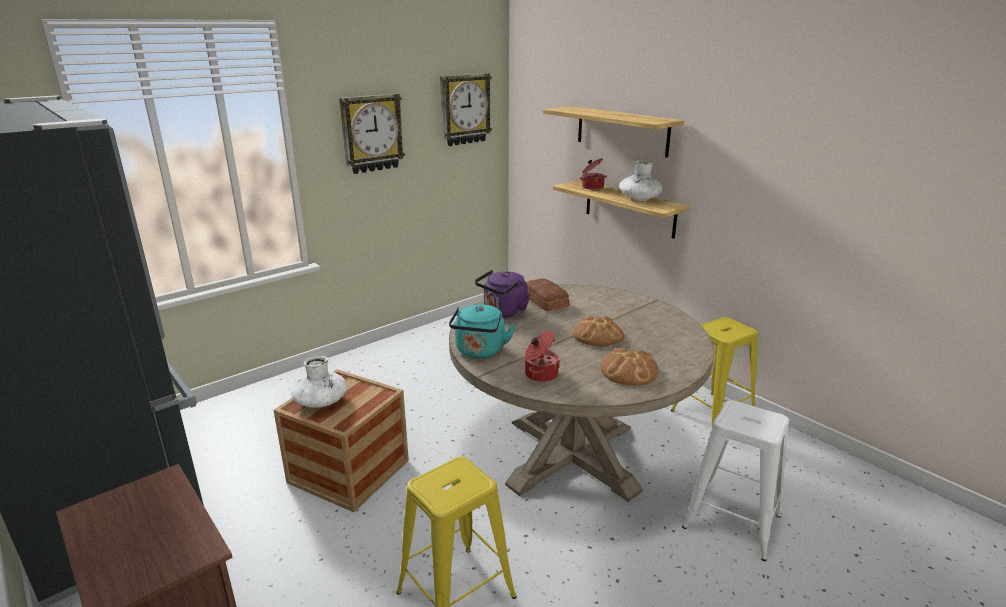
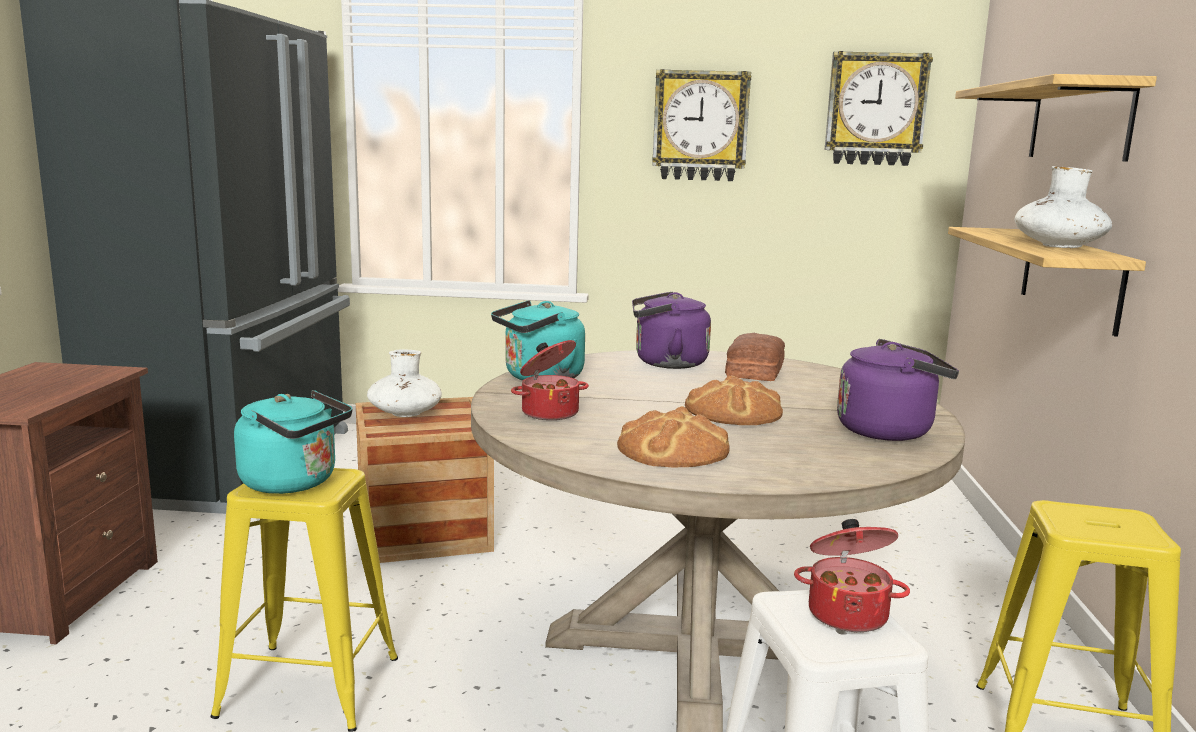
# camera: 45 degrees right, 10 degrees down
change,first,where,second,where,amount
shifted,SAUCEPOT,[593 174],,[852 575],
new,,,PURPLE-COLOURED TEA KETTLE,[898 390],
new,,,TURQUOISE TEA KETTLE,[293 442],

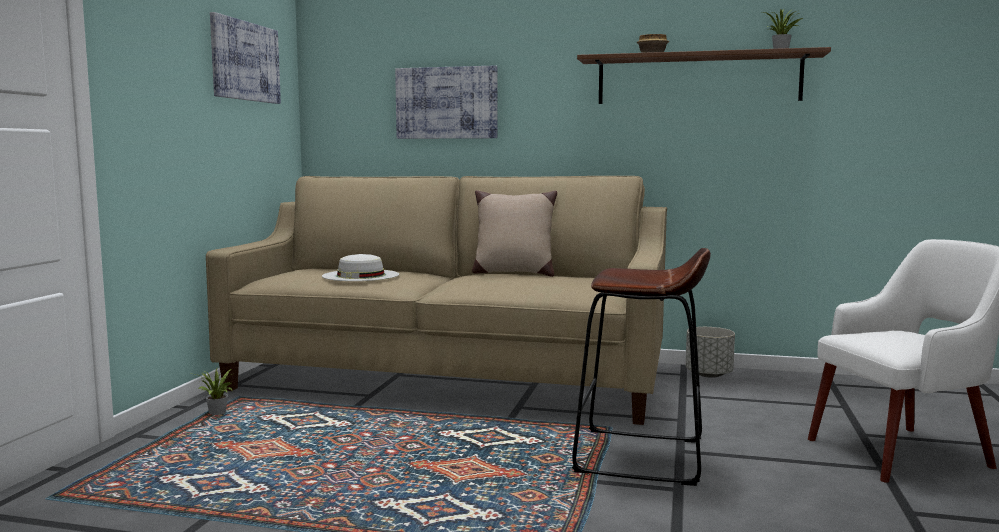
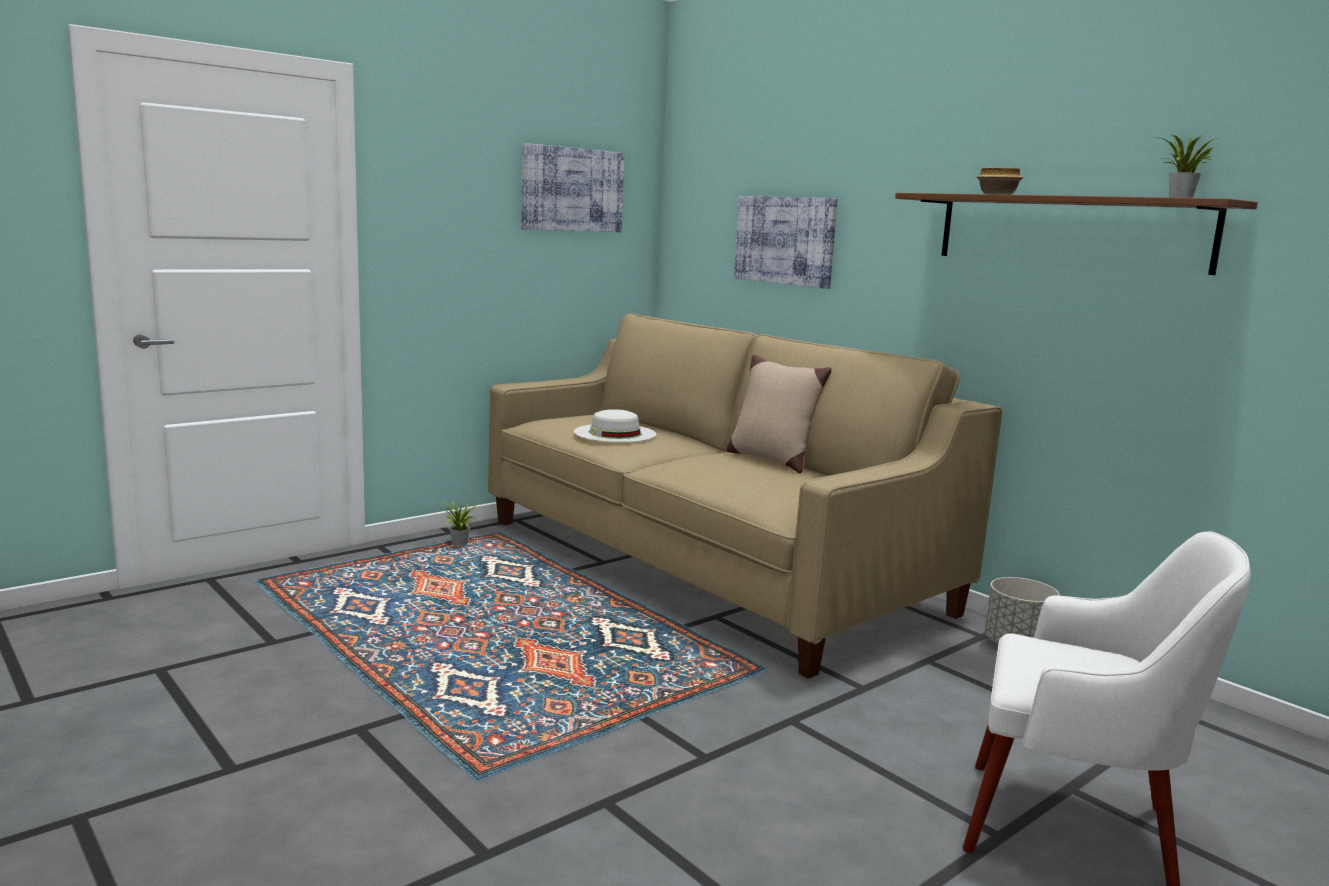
# camera: 35 degrees right, 5 degrees up
change,first,where,second,where,amount
gone,BROWNISH STOOL,[641 367],,,

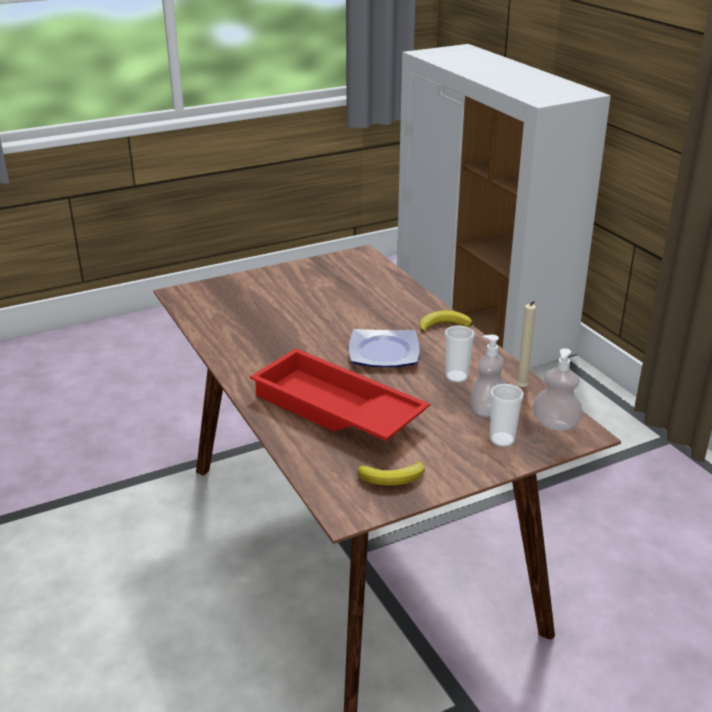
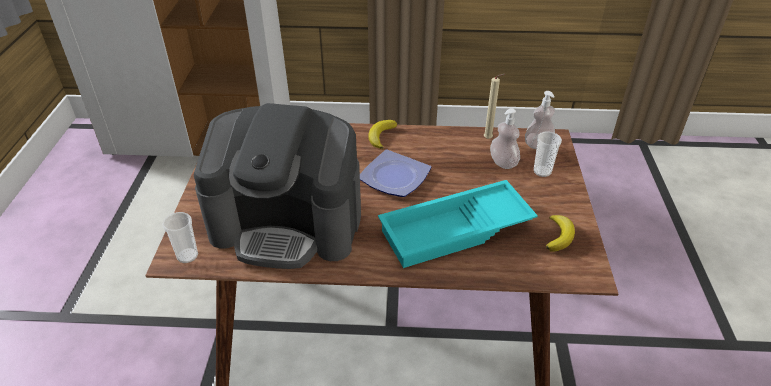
# camera: 60 degrees left, 10 degrees up
change,first,where,second,where,amount
shifted,CUP,[460 354],,[180 237],
repainted,RED TRAY,[340 395],TURQUOISE TRAY,[458 224],
new,,,COFFEE MACHINE,[277 186],

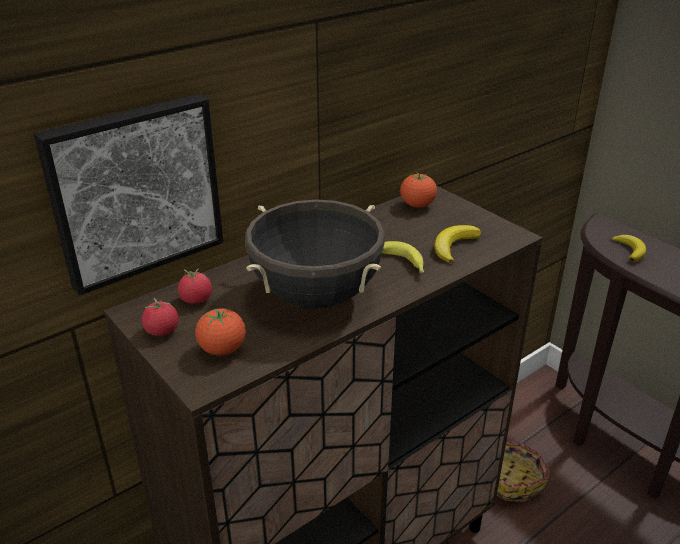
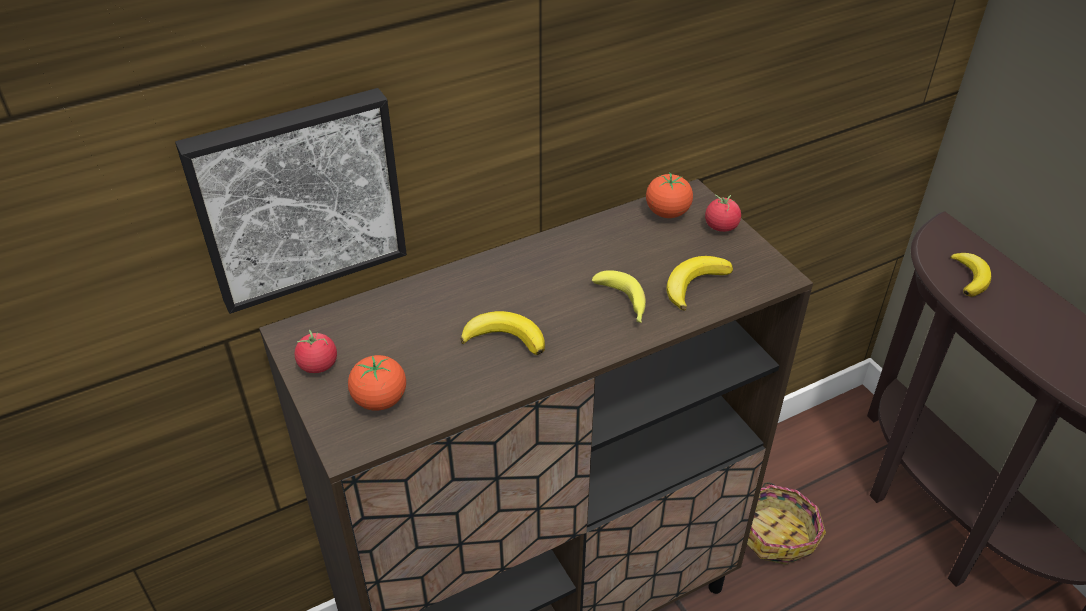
# camera: 10 degrees right, 10 degrees up
change,first,where,second,where,amount
swapped,BLACK SAUCEPOT,[315 254],BANANA FRUIT,[503 333],
shifted,WHOLE TOMATO,[195 286],,[723 213],

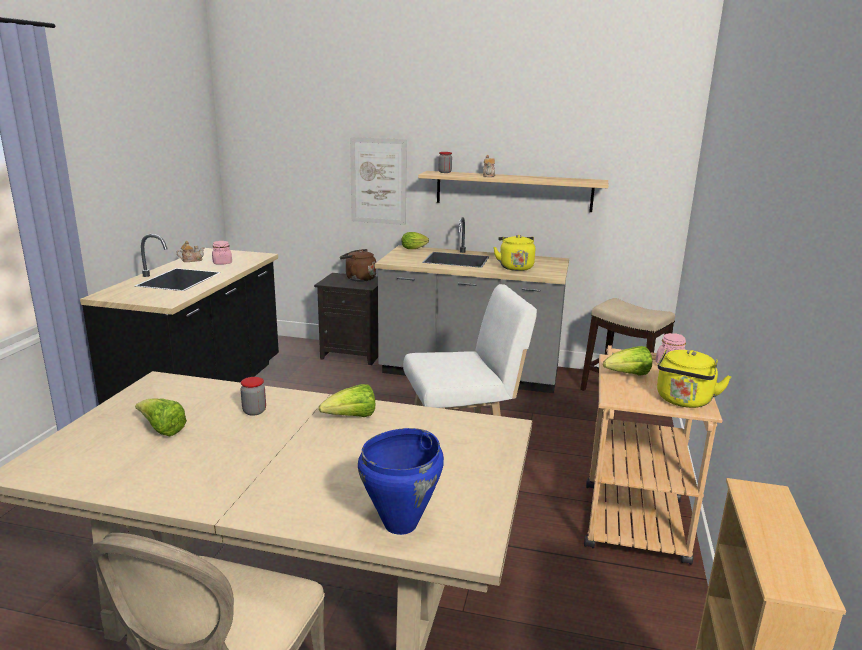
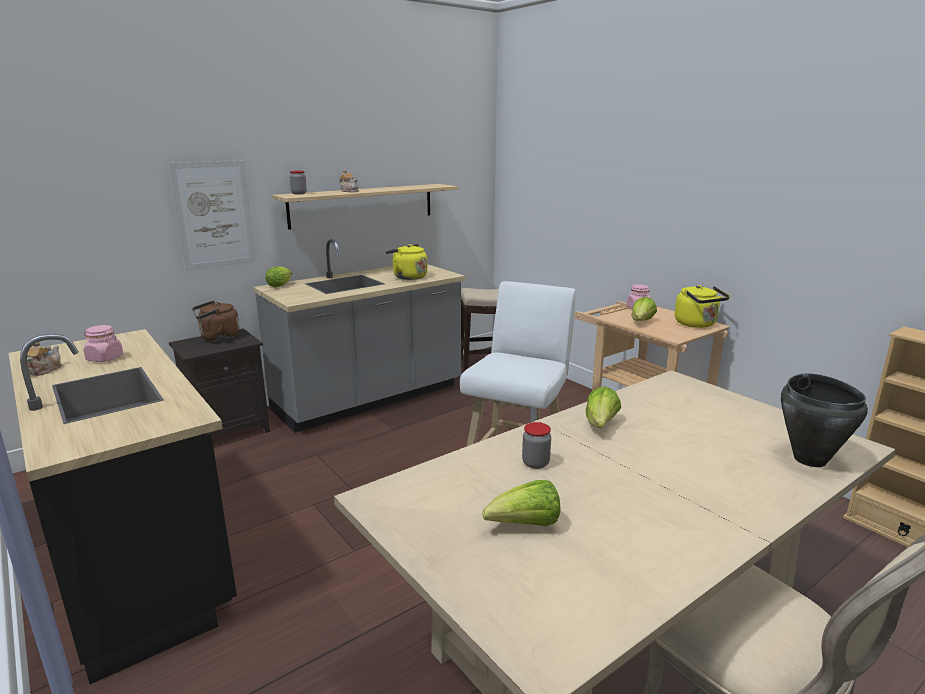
# camera: 50 degrees left, 0 degrees up
change,first,where,second,where,amount
repainted,BLUE SAUCEPOT,[401 481],BLACK SAUCEPOT,[824 420],

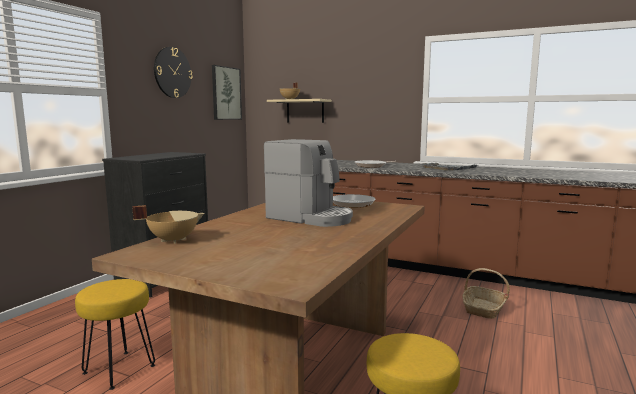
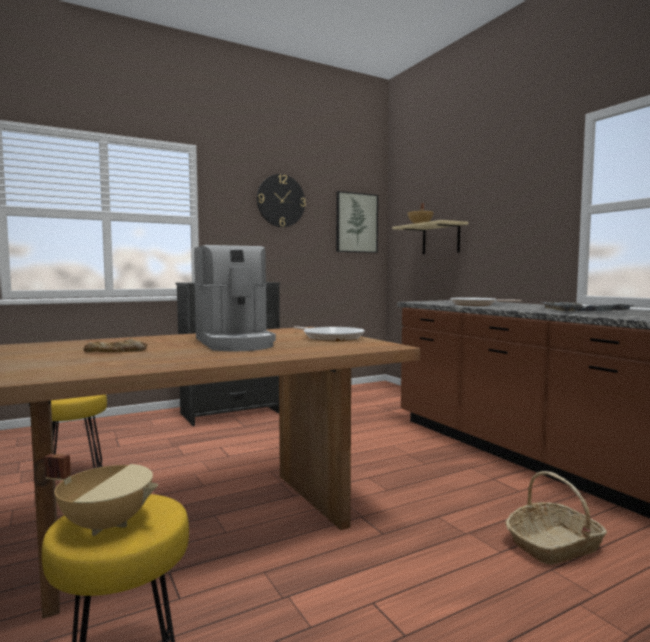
# camera: 35 degrees right, 5 degrees down
change,first,where,second,where,amount
shifted,BEIGE-COLOURED SAUCEPOT,[168 224],,[101 495],
new,,,BAKERY BREAD,[115 345],

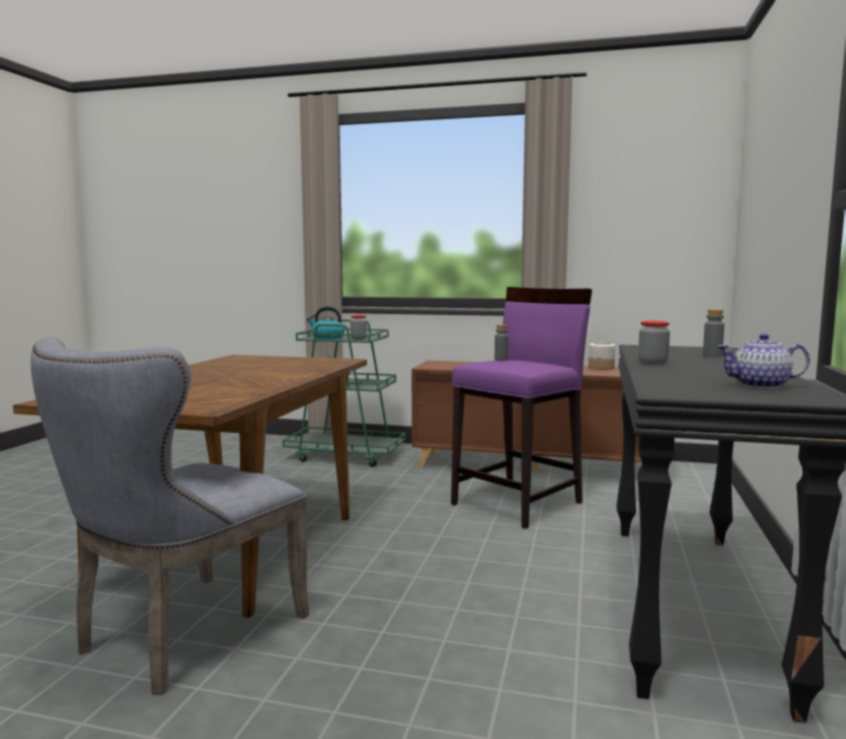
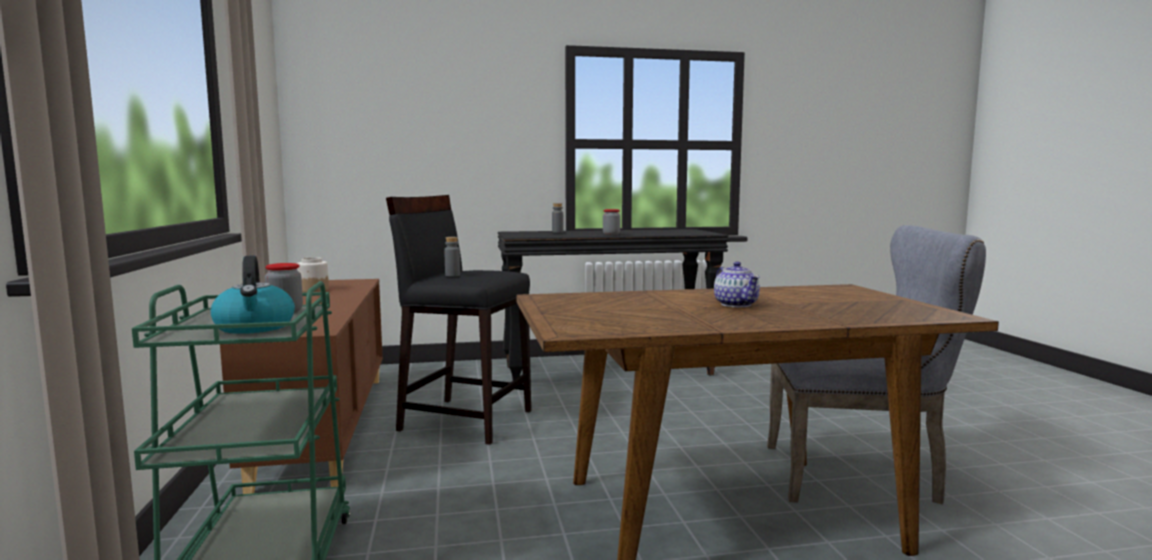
# camera: 115 degrees left, 0 degrees up
change,first,where,second,where,amount
repainted,PURPLE-COLOURED STOOL,[521 408],BLACK STOOL,[458 320],
shifted,TEA POT,[763 361],,[737 284],

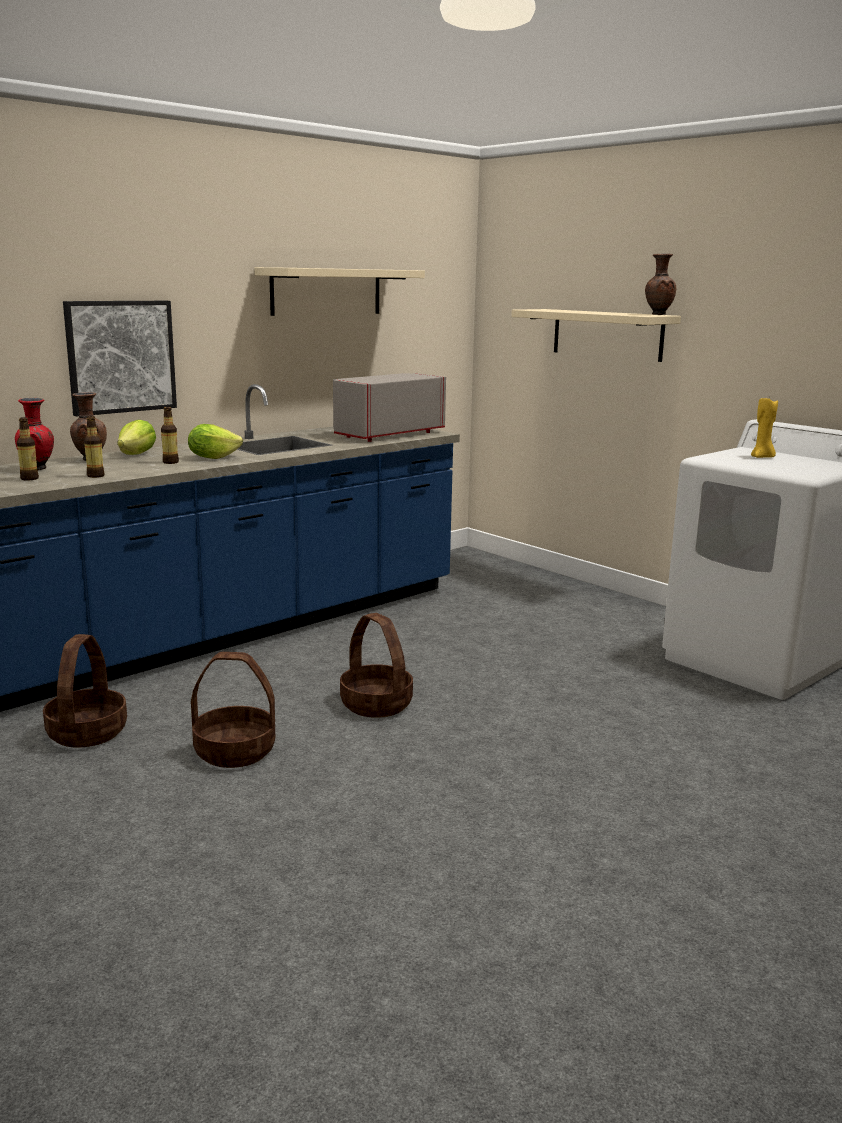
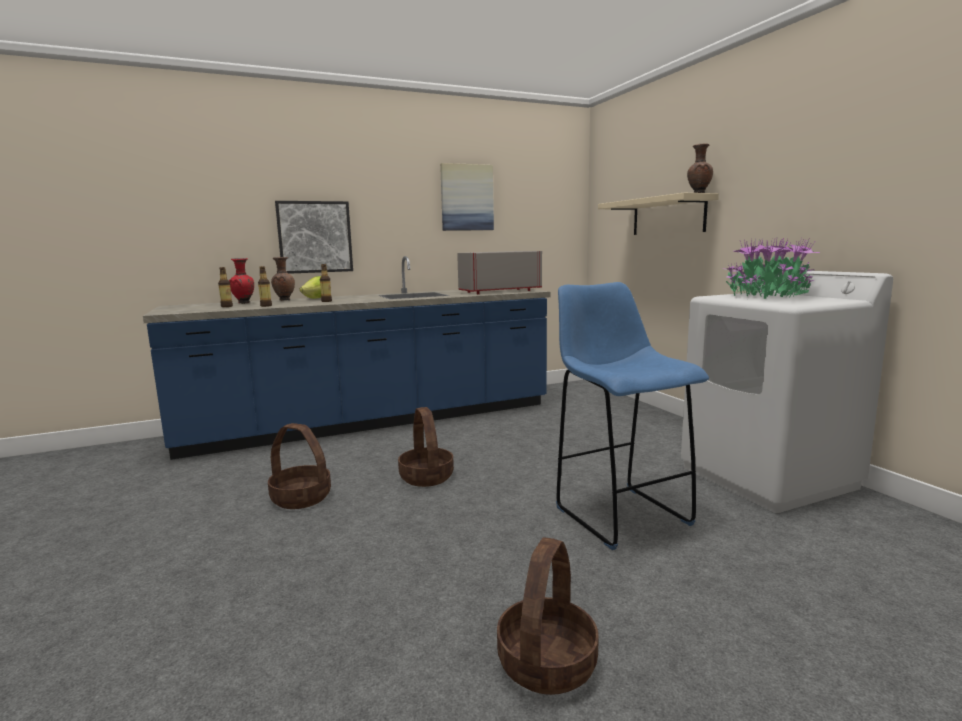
# camera: 20 degrees right, 5 degrees down
change,first,where,second,where,amount
swapped,BEIGE-COLOURED SHELF,[340 291],PICTURE,[467 197],
swapped,YELLOWISH WAX CANDLE,[764 428],HOUSEPLANT,[771 268],
gone,HEAD OF LETTUCE,[215 441],,,
shifted,BASKET,[85 690],,[548 616],
new,,,BLUE STOOL,[632 416],

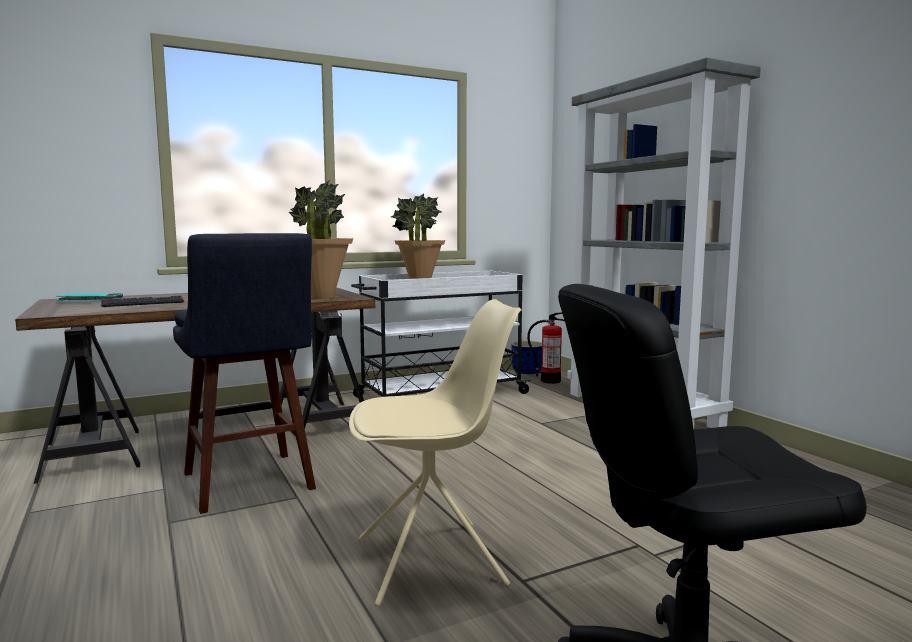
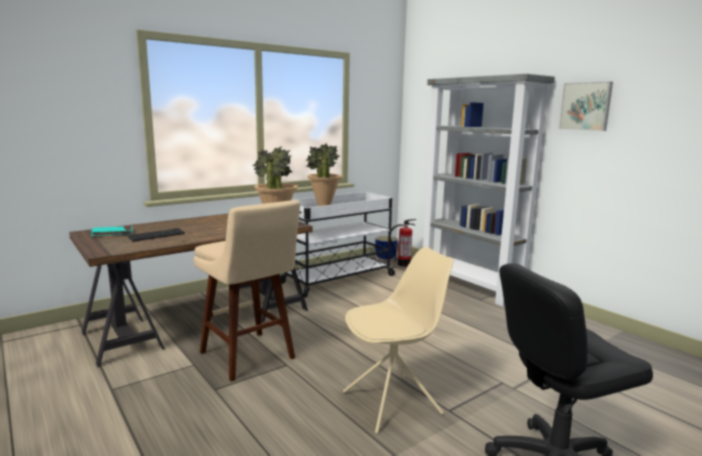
# camera: 10 degrees left, 5 degrees up
change,first,where,second,where,amount
repainted,BLUE STOOL,[244 373],BEIGE-COLOURED STOOL,[247 291],
new,,,PICTURE,[586 106],

